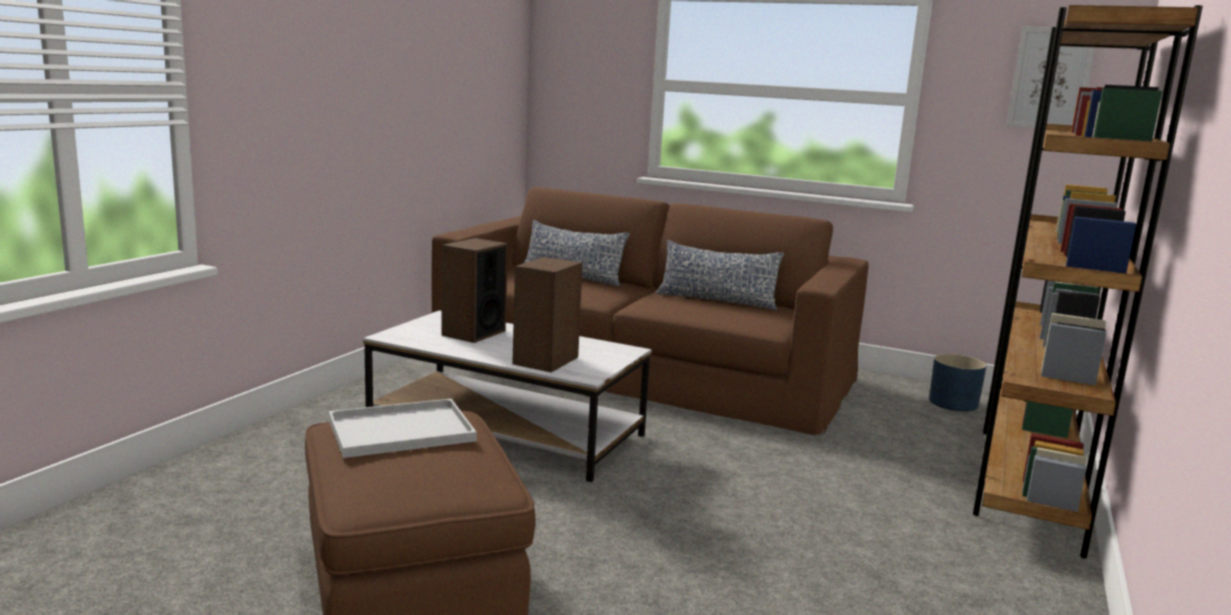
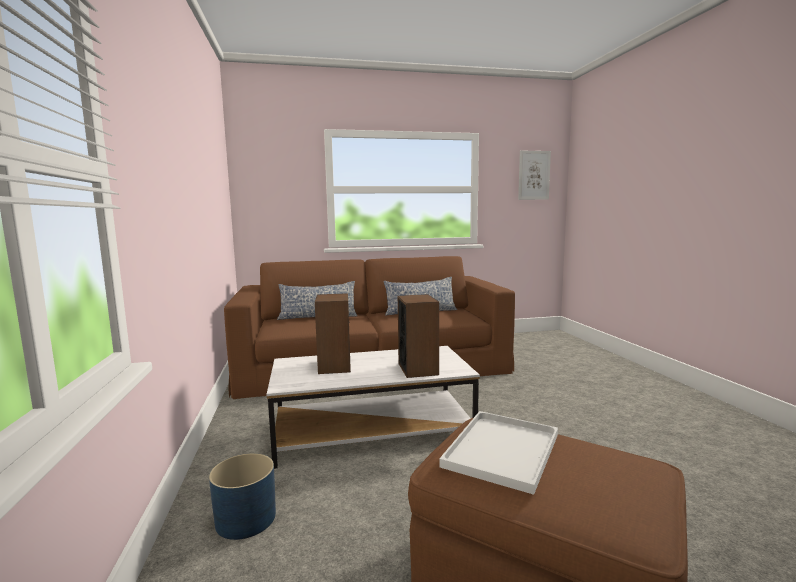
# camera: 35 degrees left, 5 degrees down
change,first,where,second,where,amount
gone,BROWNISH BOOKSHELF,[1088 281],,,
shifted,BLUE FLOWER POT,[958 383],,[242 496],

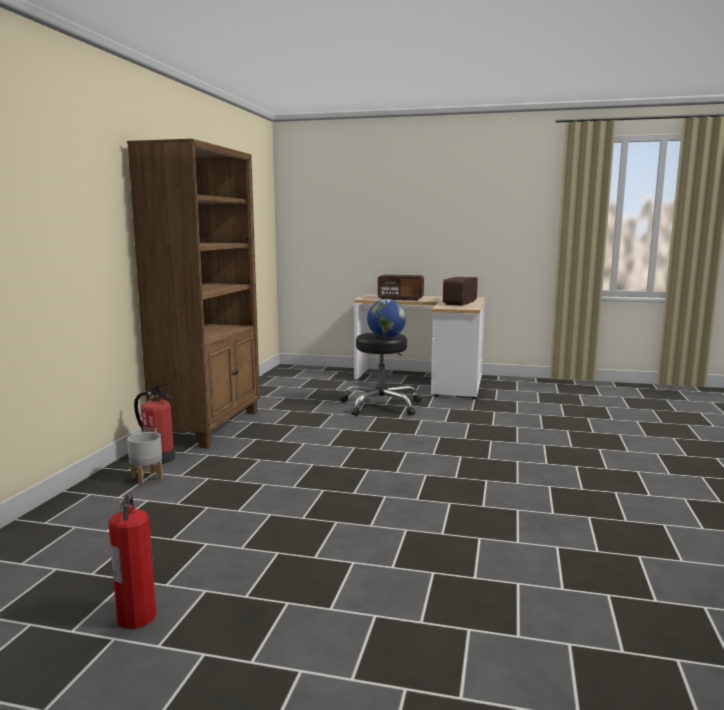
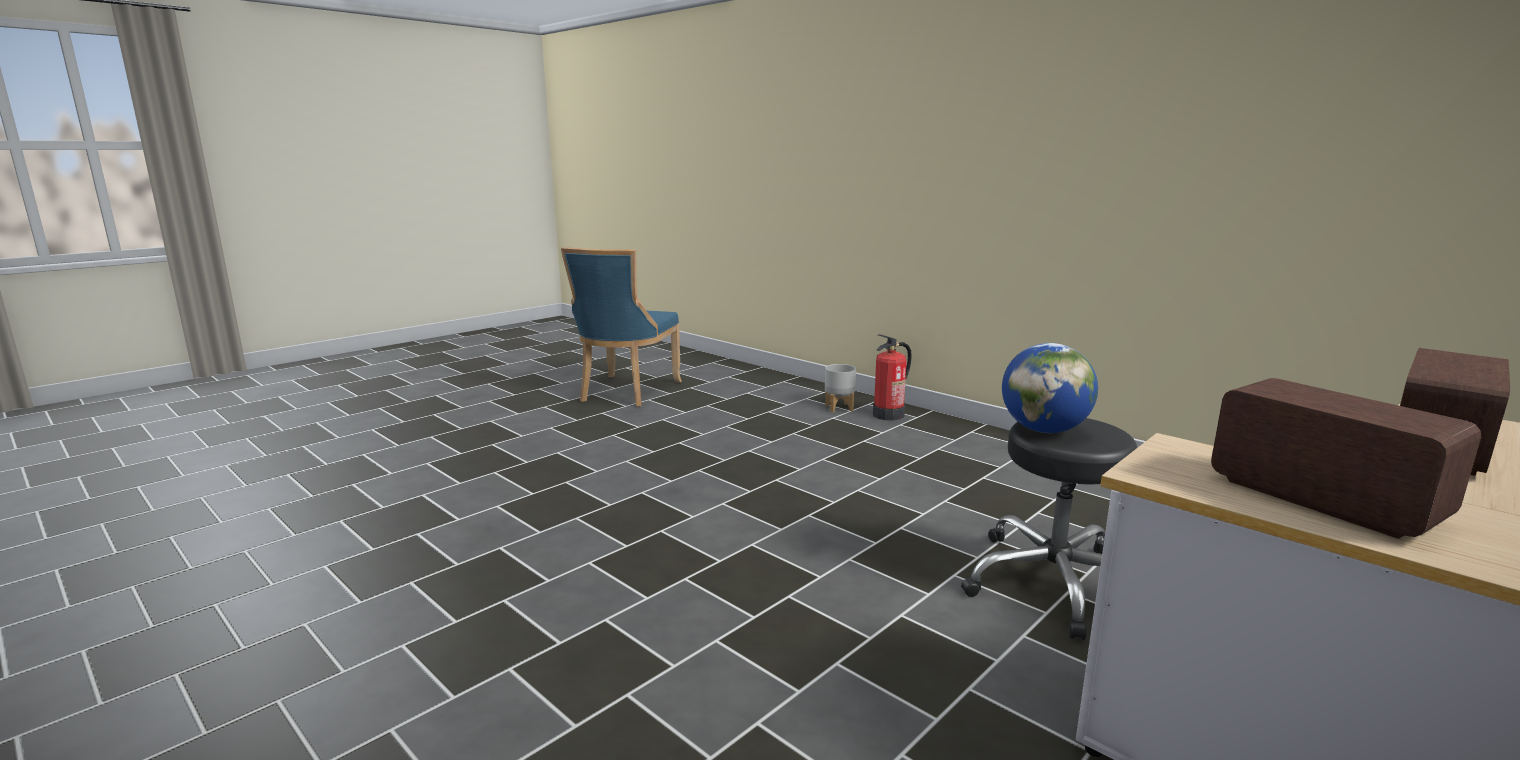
# camera: 120 degrees right, 5 degrees up
change,first,where,second,where,amount
gone,BROWNISH BOOKSHELF,[193 293],,,
swapped,EXTINGUISHER,[132 561],BLUE PLAIN CHAIR,[621 327],

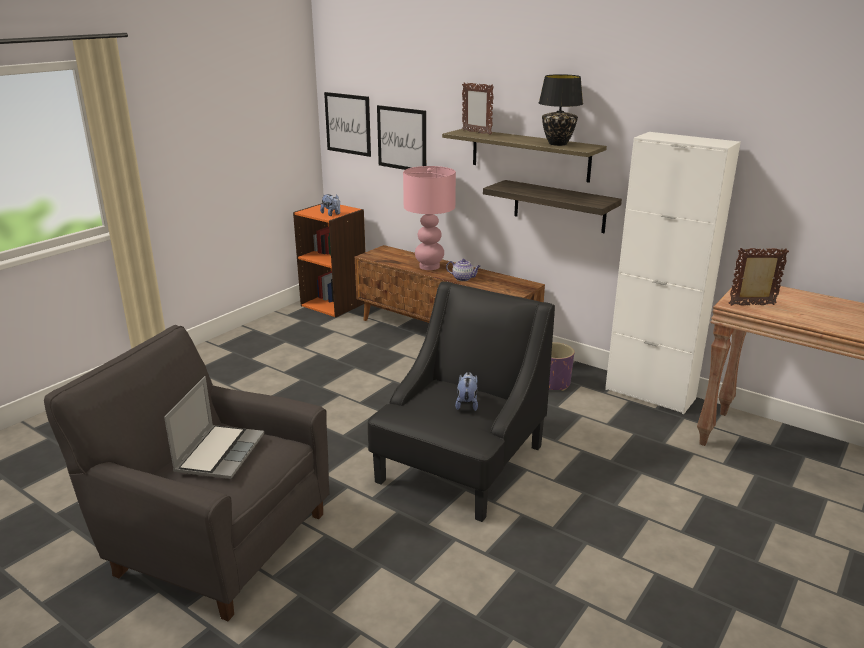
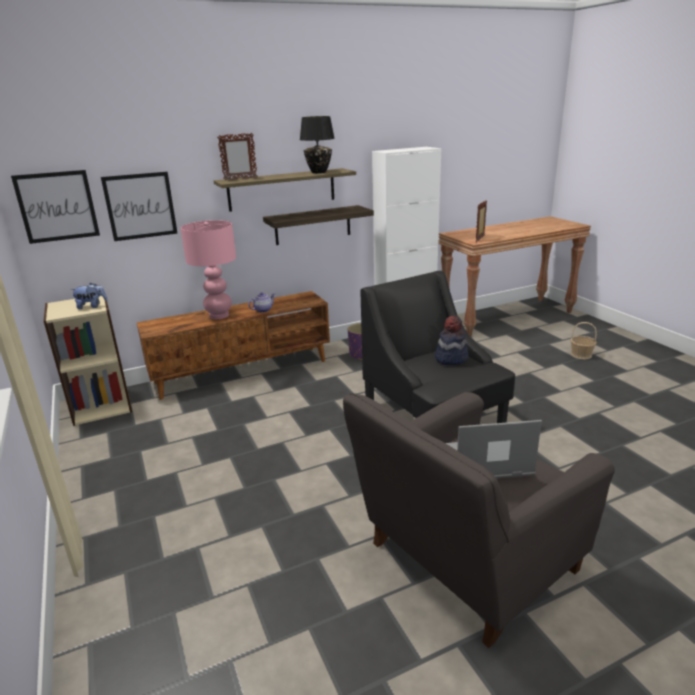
# camera: 60 degrees left, 0 degrees up
change,first,where,second,where,amount
repainted,ORANGEY BOOKSHELF,[329 260],BEIGE-COLOURED BOOKSHELF,[88 361],
swapped,SOFT TOY,[466 391],CLOTHING HAT,[451 340],
rotated,NOTEBOOK COMPUTER,[214 427],,[494 449],45 degrees counterclockwise
new,,,BASKET,[583 340],

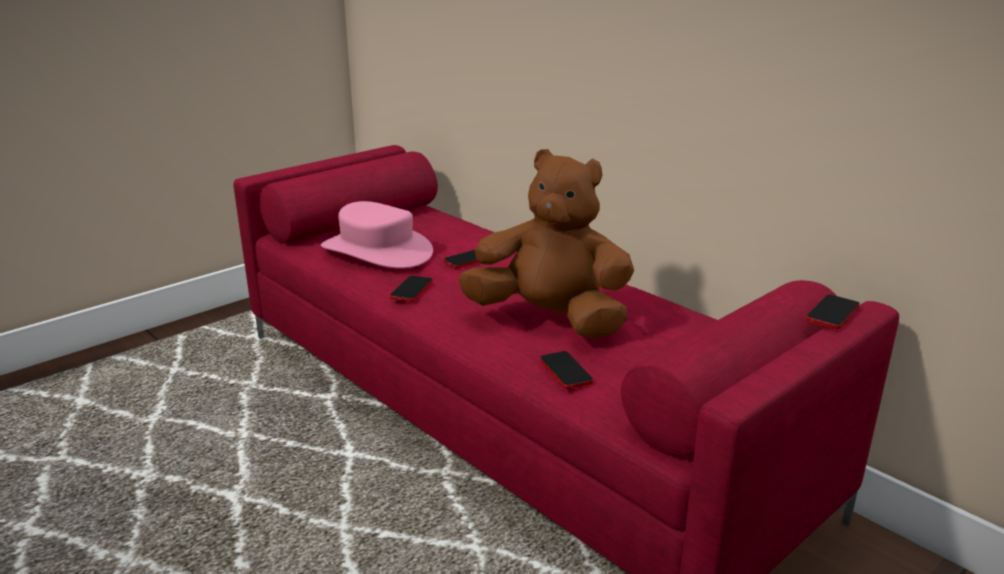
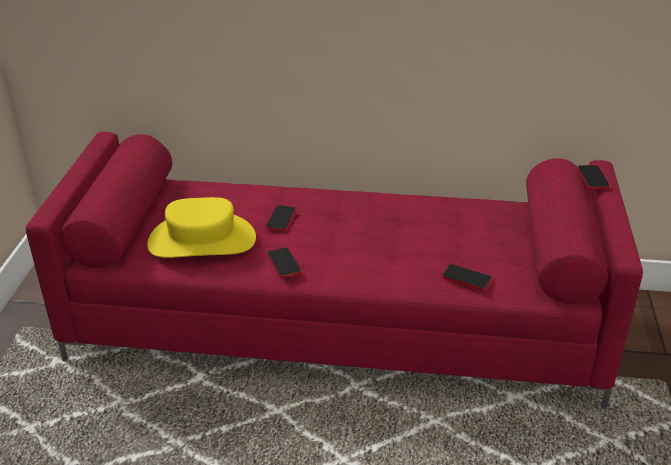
# camera: 40 degrees left, 10 degrees up
change,first,where,second,where,amount
gone,BROWNISH SOFT TOY,[546 244],,,
repainted,PINK-COLOURED CLOTHING HAT,[377 235],YELLOWISH CLOTHING HAT,[201 227],

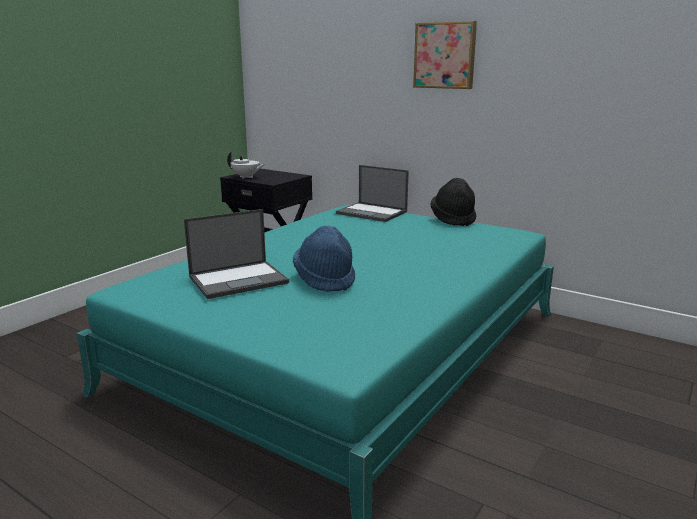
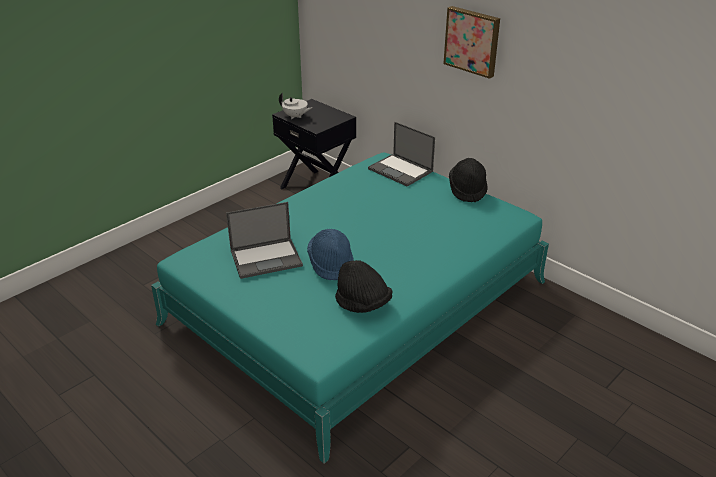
# camera: 10 degrees right, 15 degrees up
change,first,where,second,where,amount
new,,,BLACK CLOTHING HAT,[363 286],

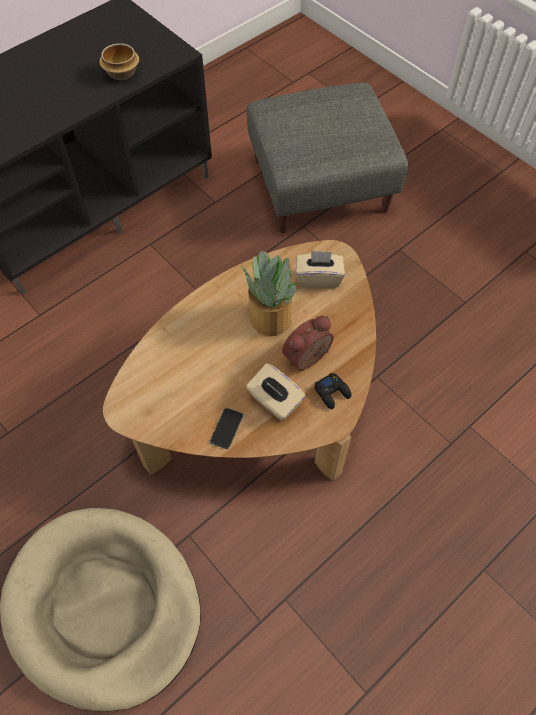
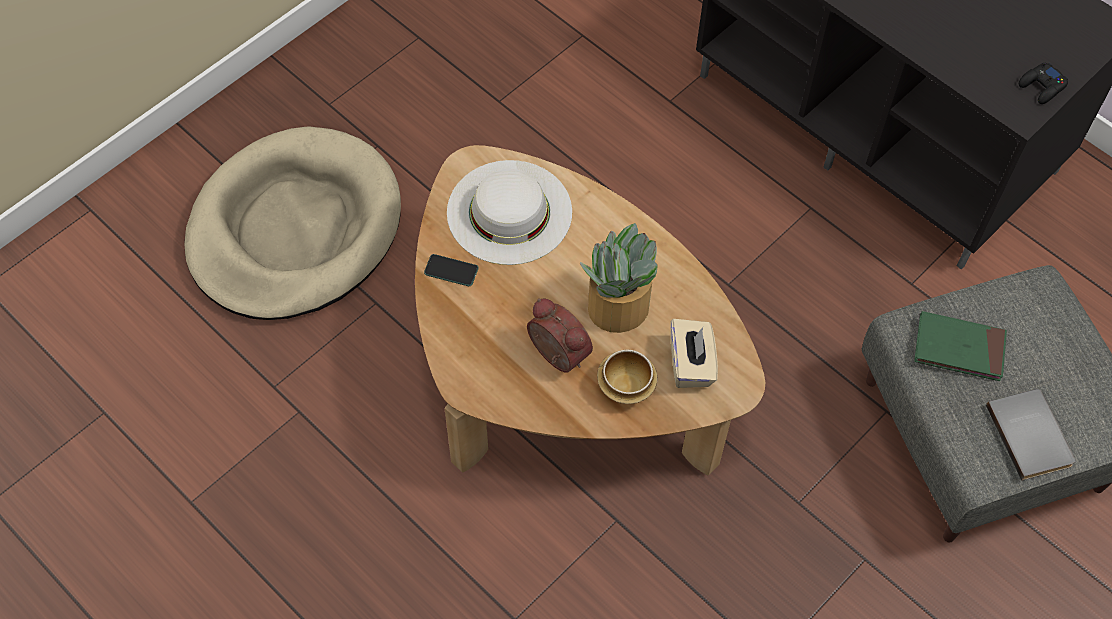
# camera: 85 degrees right, 0 degrees up
change,first,where,second,where,amount
shifted,BOWL,[119 61],,[627 376],
gone,BEIGE-COLOURED BOX OF TISSUES,[276 392],,,
shifted,BLACK GAME CONTROLLER,[332 391],,[1043 83],
new,,,WHITE CLOTHING HAT,[509 212],
new,,,GREENISH BOUND BOOK,[960 346],
new,,,GREYISH BOUND BOOK,[1031 435],

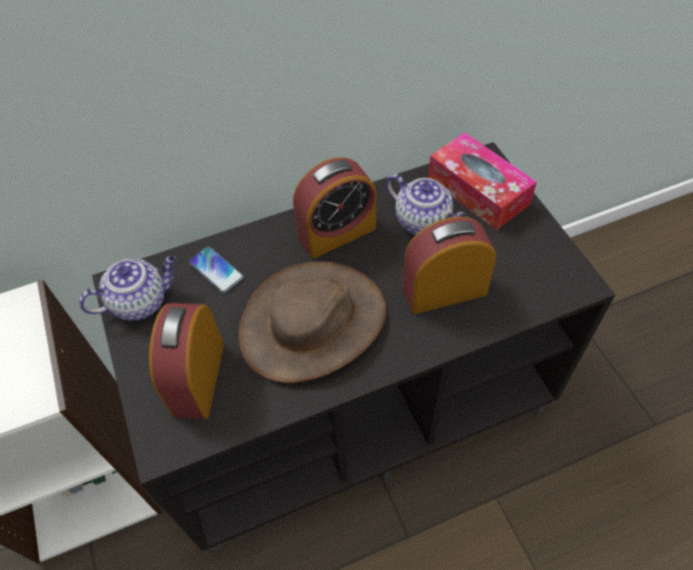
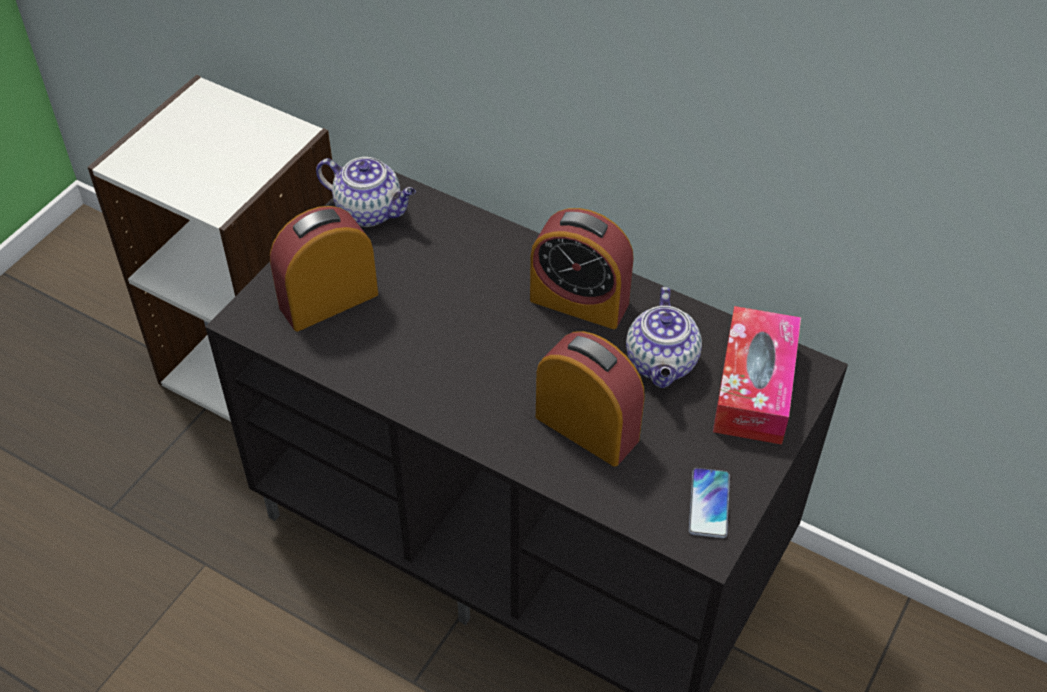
# camera: 50 degrees right, 5 degrees down
change,first,where,second,where,amount
shifted,HANDSET,[216 269],,[709 503],
gone,BROWNISH CLOTHING HAT,[313 322],,,

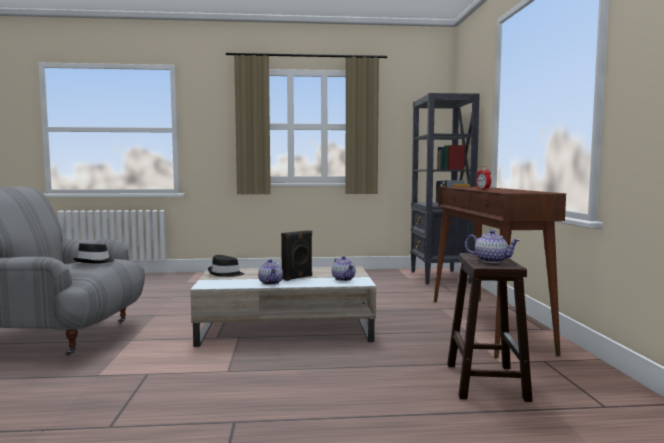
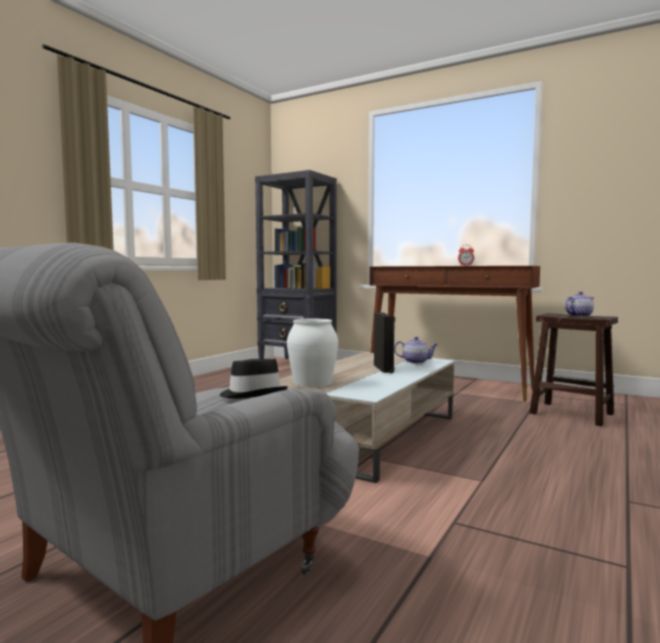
# camera: 55 degrees left, 0 degrees up
change,first,where,second,where,amount
swapped,BLACK CLOTHING HAT,[226 266],WHITE VASE,[312 352],
gone,TEA POT,[270 272],,,

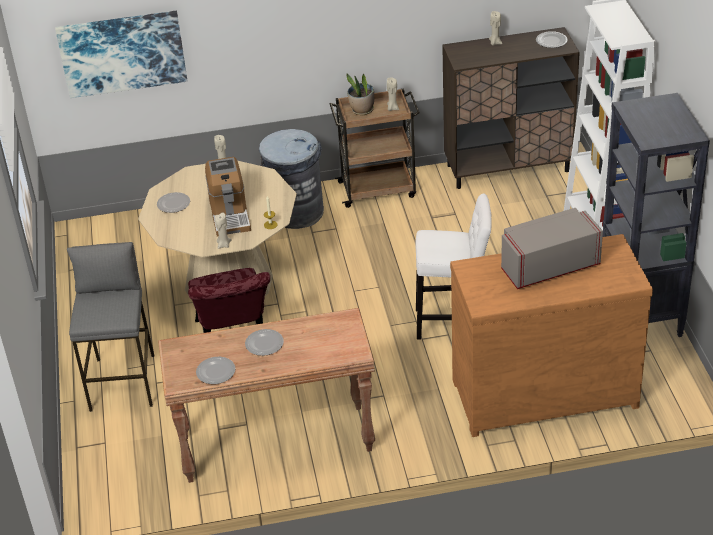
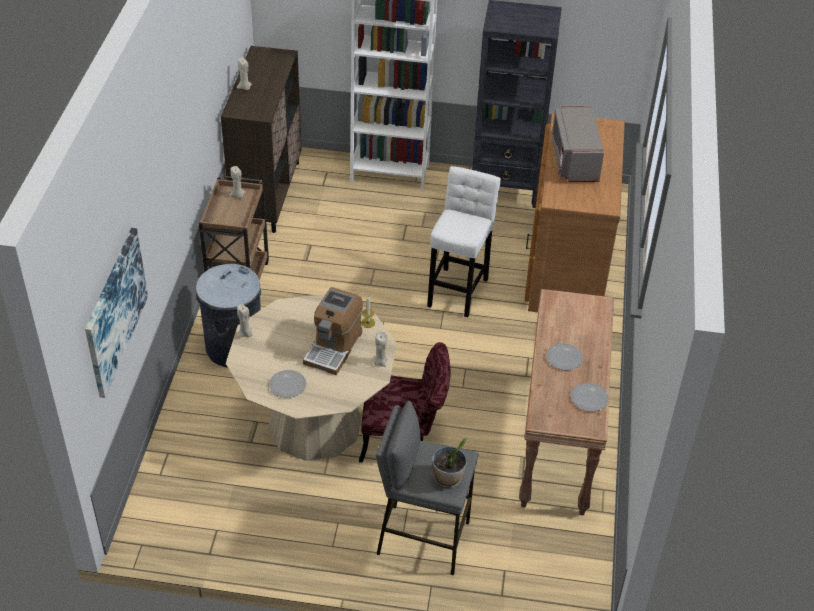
# camera: 75 degrees left, 5 degrees up
change,first,where,second,where,amount
gone,DINNER PLATE,[552 39],,,
shifted,HOUSEPLANT,[360 94],,[450 463],
rotated,COFFEE MACHINE,[228 197],,[333 331],105 degrees clockwise

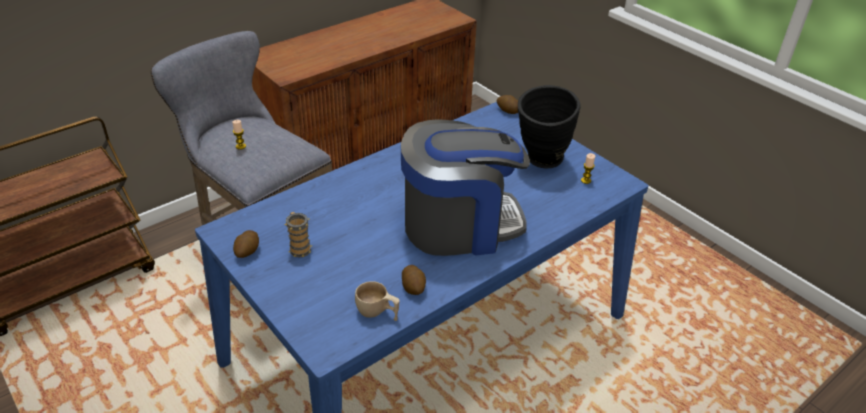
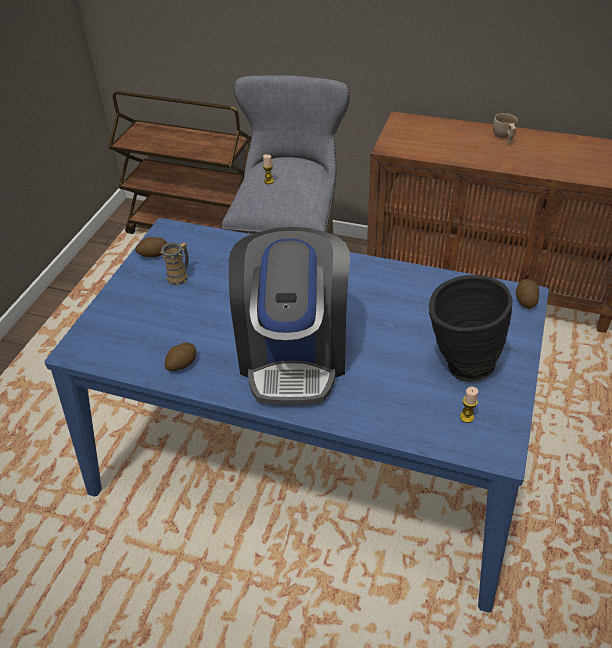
# camera: 60 degrees right, 5 degrees up
change,first,where,second,where,amount
rotated,COFFEE MACHINE,[465 187],,[289 316],45 degrees clockwise
shifted,BEIGE-COLOURED CUP,[377 301],,[505 129],

